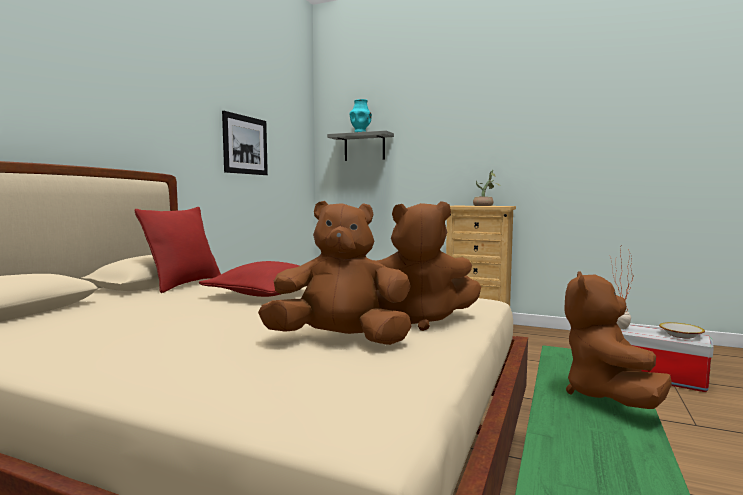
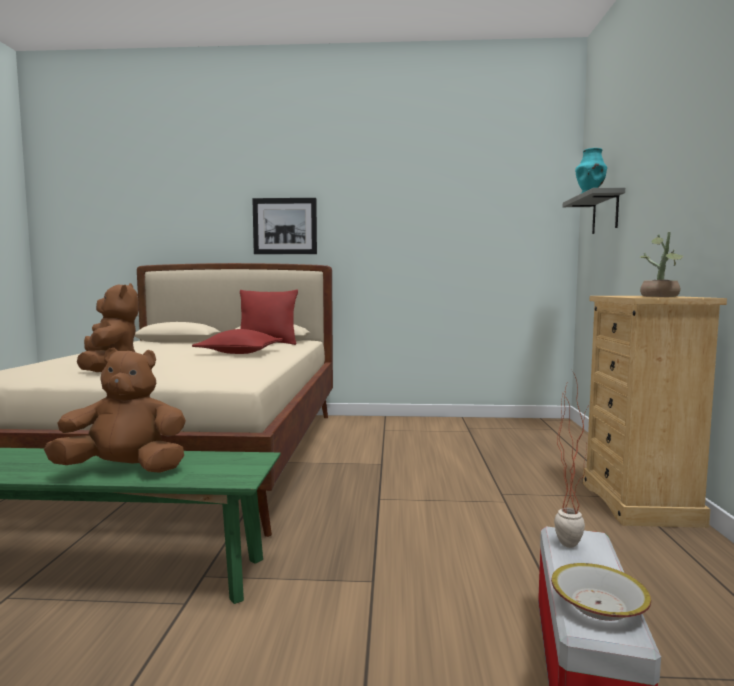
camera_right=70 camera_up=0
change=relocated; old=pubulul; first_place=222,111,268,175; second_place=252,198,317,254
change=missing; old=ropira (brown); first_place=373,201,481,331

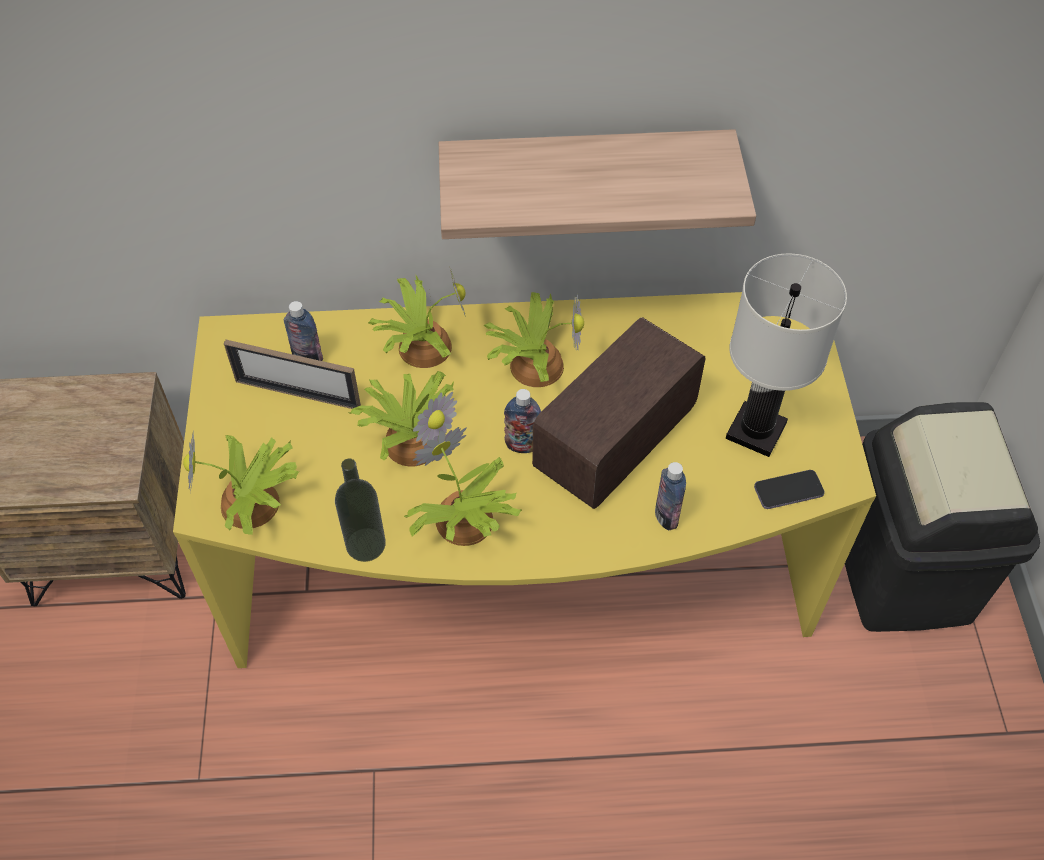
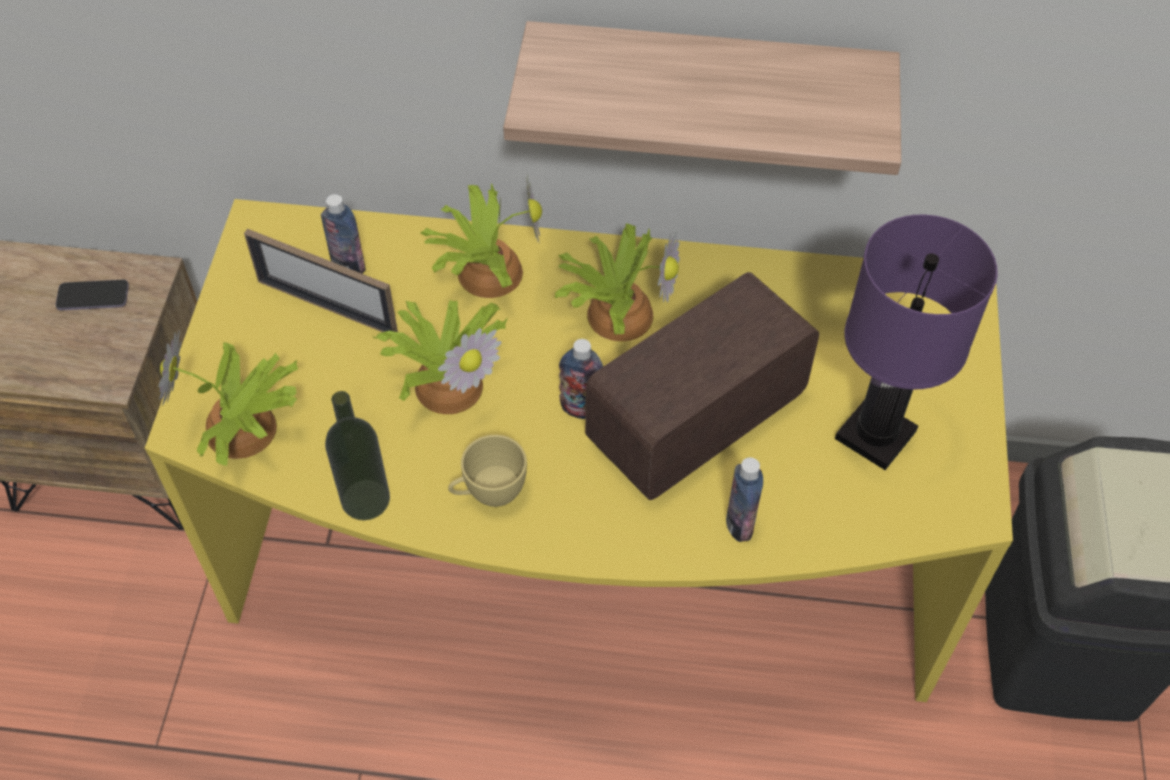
camera_right=10 camera_up=0
change=relocated; old=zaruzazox; first_place=754,470,824,509; second_place=56,280,129,310
change=exchanged; old=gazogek; new=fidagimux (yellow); first_place=404,427,522,546; second_place=448,435,527,507
change=colour; old=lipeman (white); new=lipeman (purple); first_place=726,253,847,457; second_place=835,215,998,470

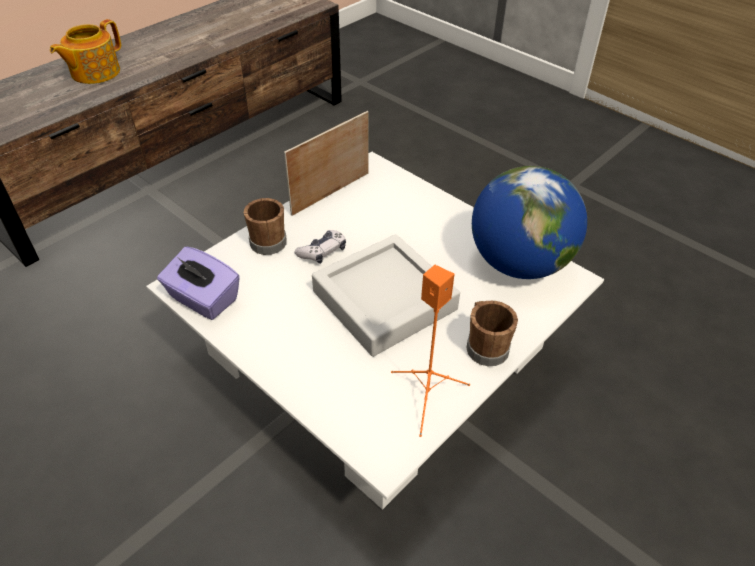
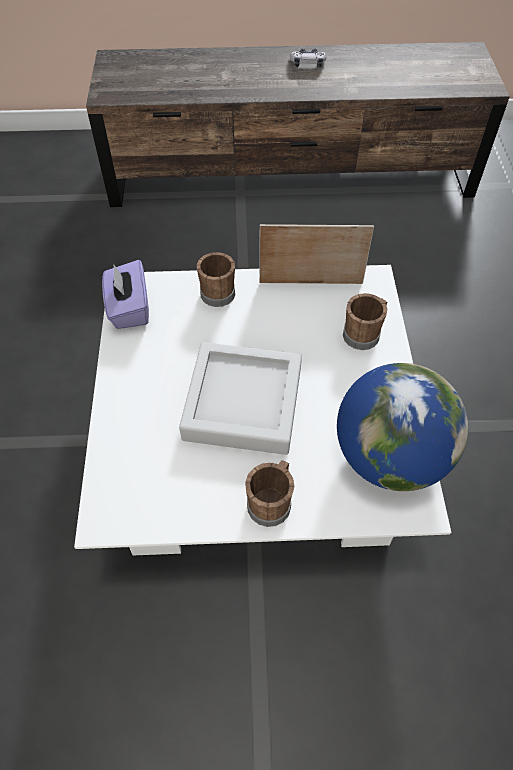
camera_right=45 camera_up=10
change=relocated; old=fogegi; first_place=294,230,346,264; second_place=290,48,327,68
change=appeared; new=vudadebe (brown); second_place=343,293,387,350
change=missing; old=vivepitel; first_place=50,19,121,84
change=missing; old=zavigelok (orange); first_place=391,265,470,437

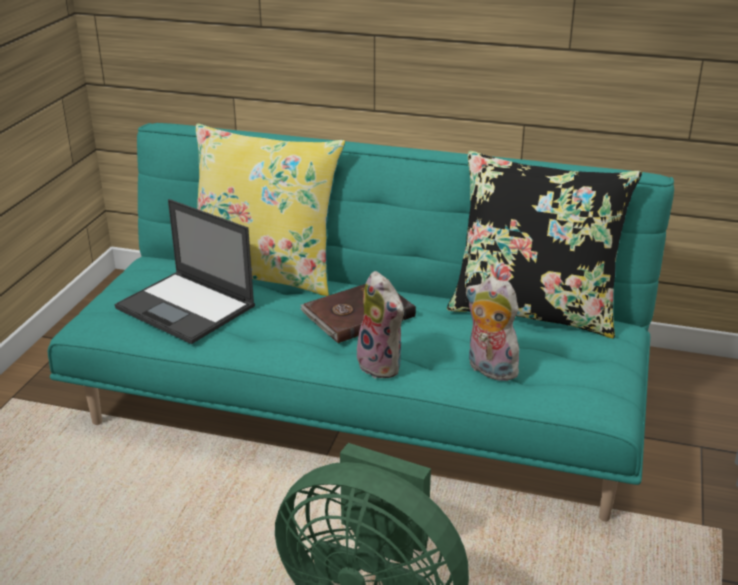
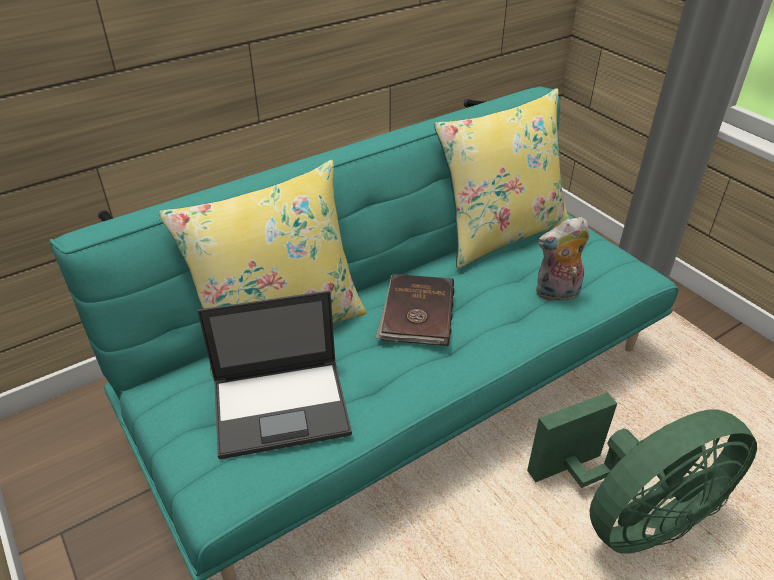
camera_right=-50 camera_up=10
change=colour; old=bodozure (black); new=bodozure (yellow); first_place=447,151,642,338; second_place=434,88,569,268
change=missing; old=ropira; first_place=356,271,404,379

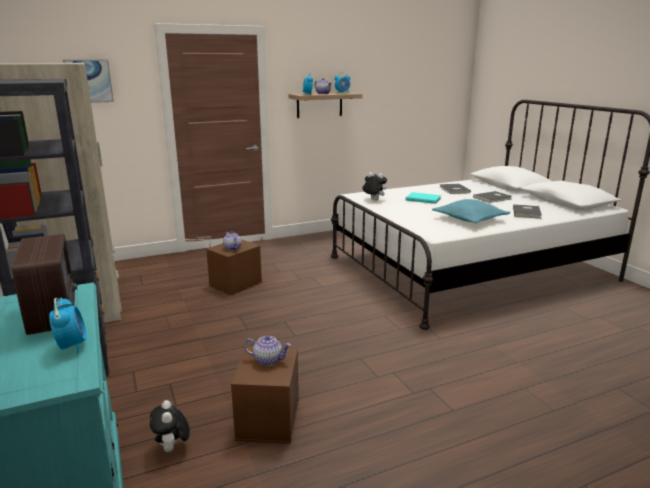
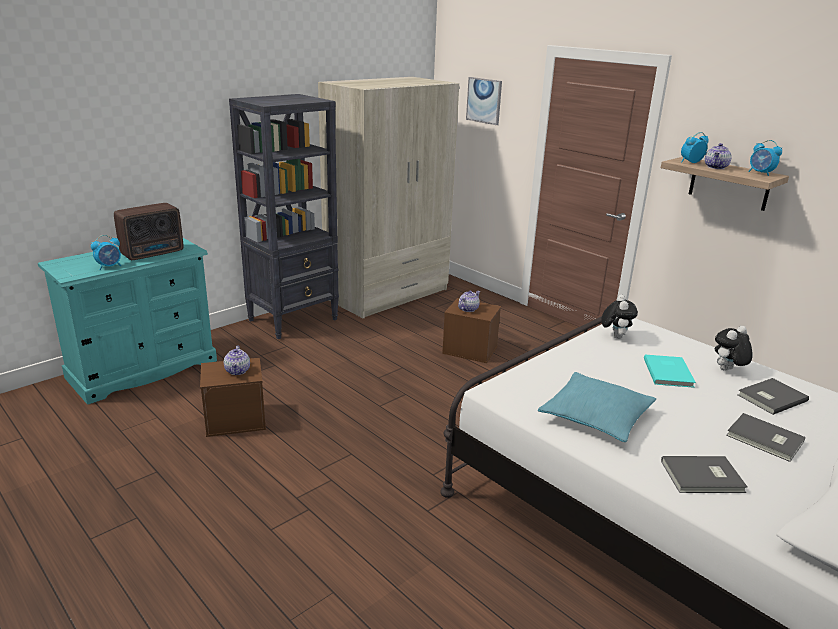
camera_right=70 camera_up=5
change=relocated; old=ropira; first_place=150,400,190,452; second_place=715,326,753,371

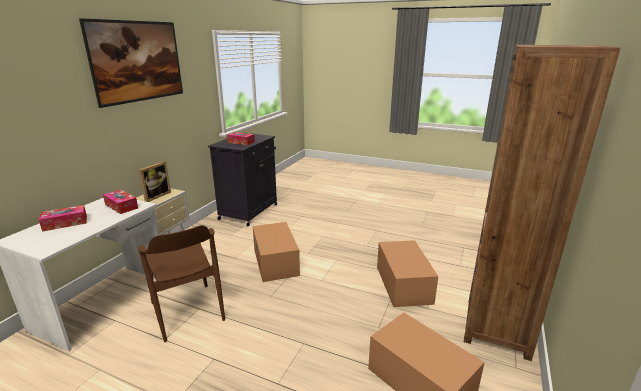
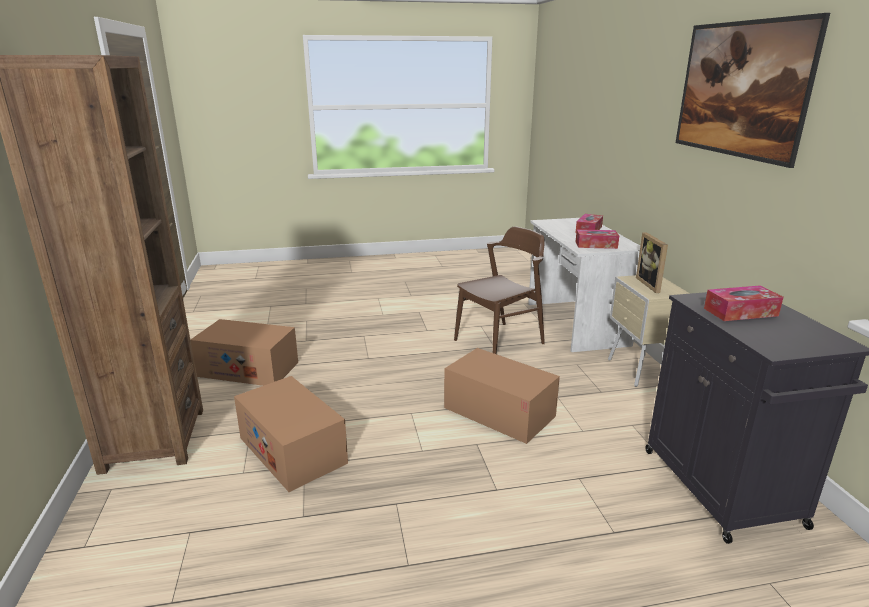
camera_right=145 camera_up=0
change=spun; old=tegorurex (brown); first_place=138,225,225,342; second_place=454,226,545,354; degrees=120

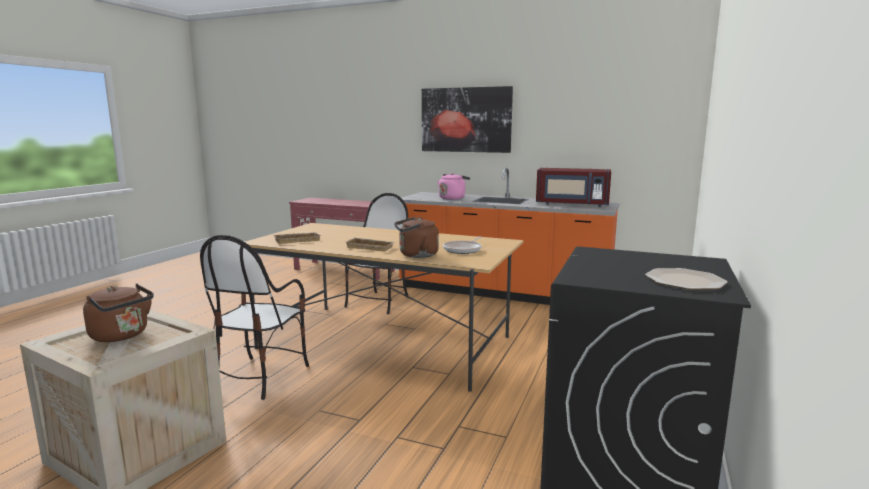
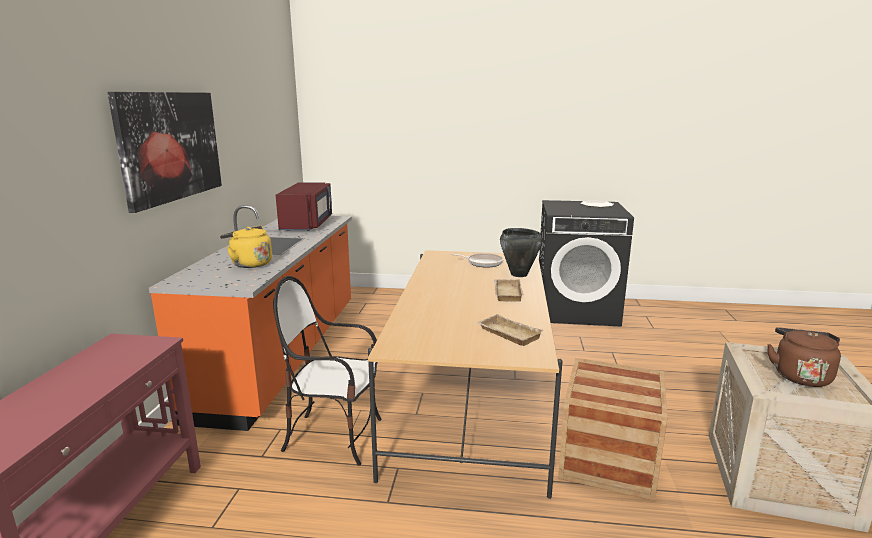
camera_right=-105 camera_up=5
change=colour; old=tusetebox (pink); new=tusetebox (yellow); first_place=438,173,470,200; second_place=220,226,272,268
change=exchanged; old=tusetebox (brown); new=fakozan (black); first_place=394,217,439,258; second_place=500,228,542,277
change=exchanged; old=tegorurex; new=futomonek; first_place=200,235,309,400; second_place=558,358,668,501

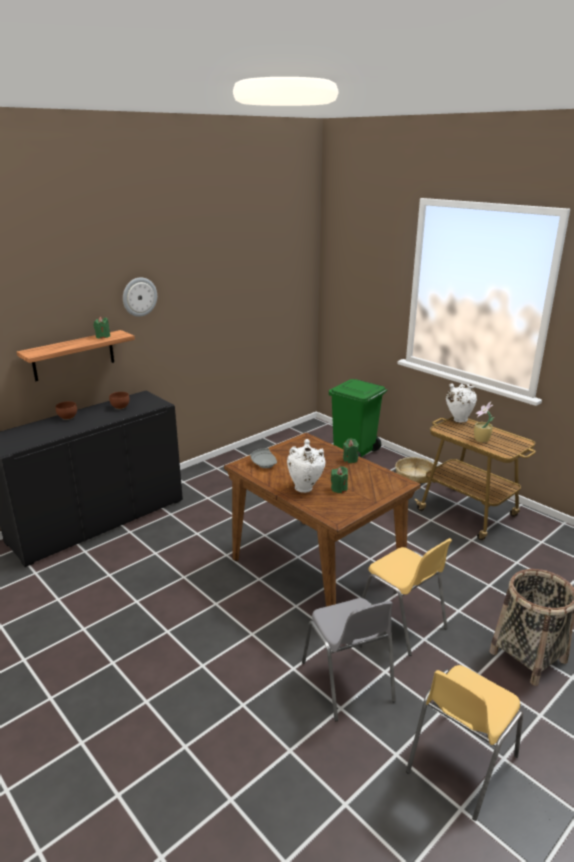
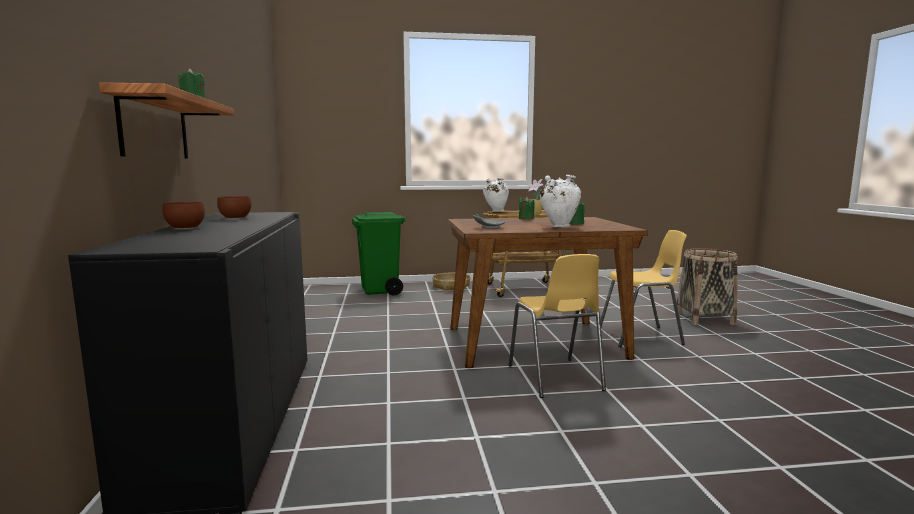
camera_right=-55 camera_up=-15
change=relocated; old=tegorurex (yellow); first_place=406,665,523,821; second_place=509,254,606,398
change=missing; old=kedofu; first_place=123,277,157,317
change=missing; old=tegorurex (grey); first_place=302,598,396,721

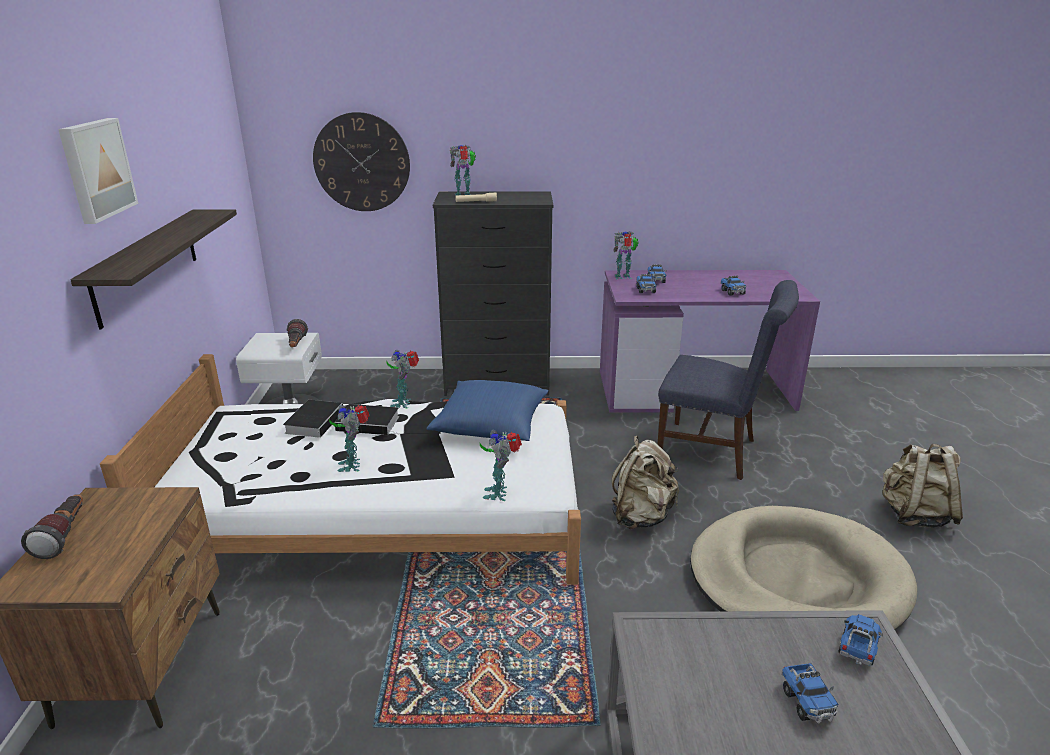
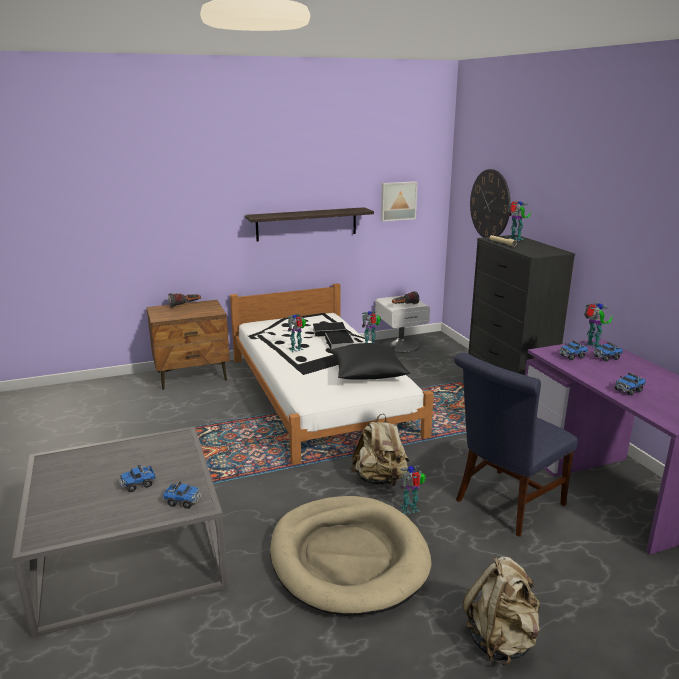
camera_right=70 camera_up=-5
change=colour; old=bodozure (blue); new=bodozure (black); first_place=426,380,549,441; second_place=329,343,410,380
change=relocated; old=pubulul; first_place=58,118,138,224; second_place=381,181,418,222
change=relocated; old=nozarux; first_place=480,430,522,501; second_place=400,465,426,515
change=spun; old=tegorurex (blue); first_place=657,280,799,480; second_place=454,353,578,537; degrees=45

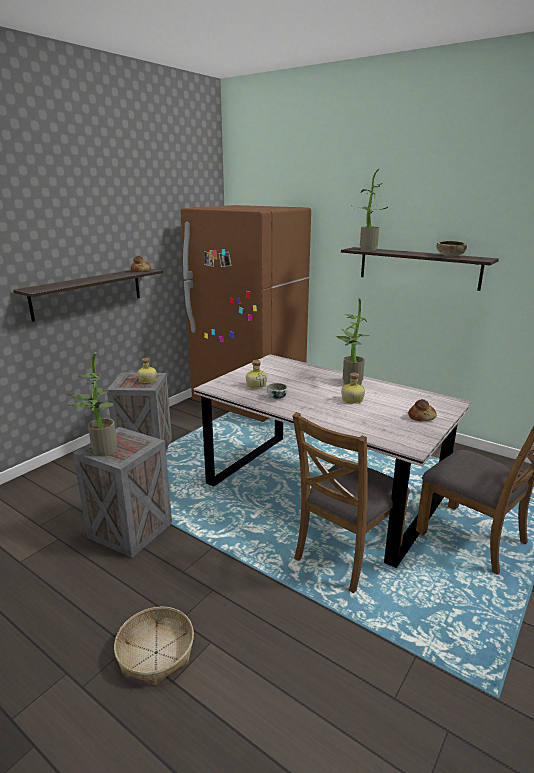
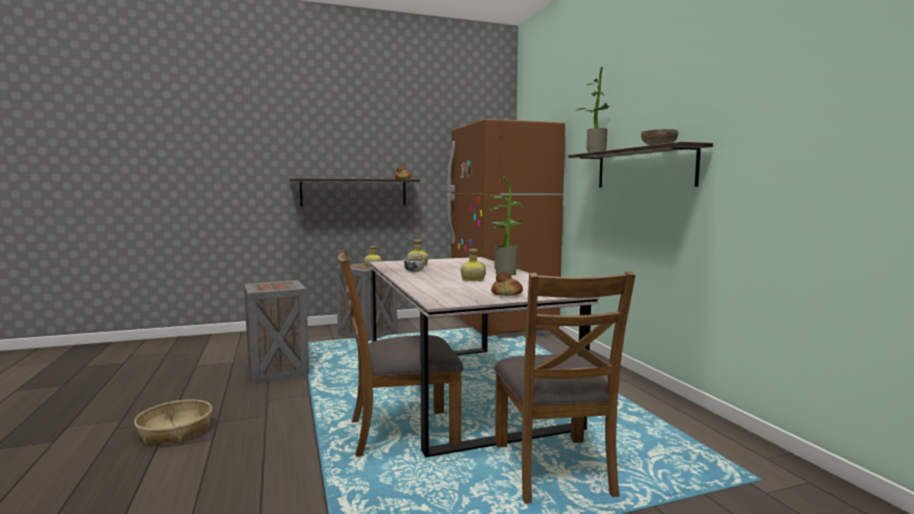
camera_right=35 camera_up=-15
change=missing; old=gazogek; first_place=67,352,117,456

